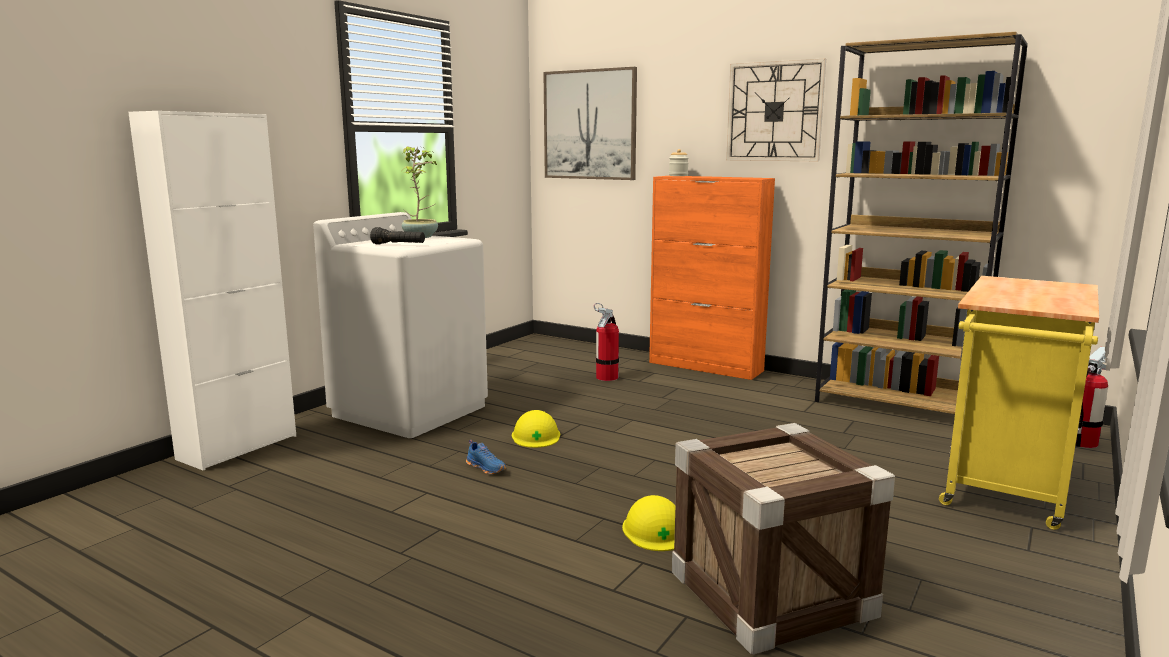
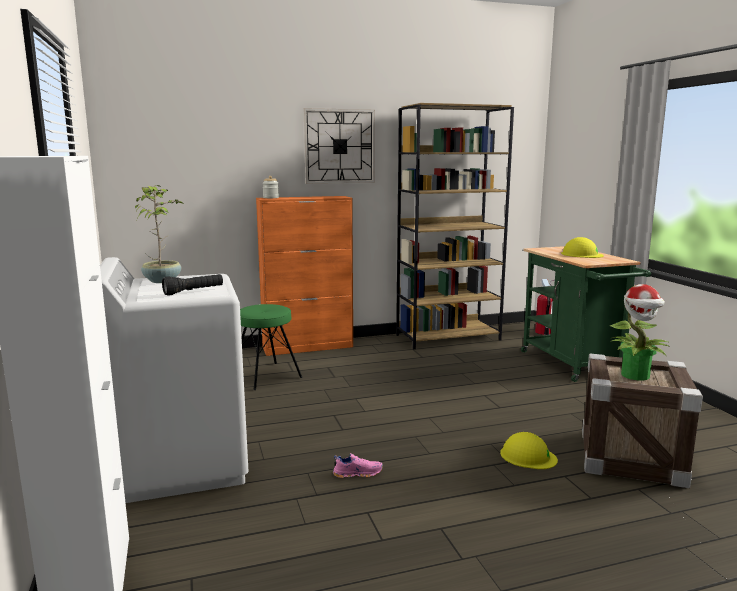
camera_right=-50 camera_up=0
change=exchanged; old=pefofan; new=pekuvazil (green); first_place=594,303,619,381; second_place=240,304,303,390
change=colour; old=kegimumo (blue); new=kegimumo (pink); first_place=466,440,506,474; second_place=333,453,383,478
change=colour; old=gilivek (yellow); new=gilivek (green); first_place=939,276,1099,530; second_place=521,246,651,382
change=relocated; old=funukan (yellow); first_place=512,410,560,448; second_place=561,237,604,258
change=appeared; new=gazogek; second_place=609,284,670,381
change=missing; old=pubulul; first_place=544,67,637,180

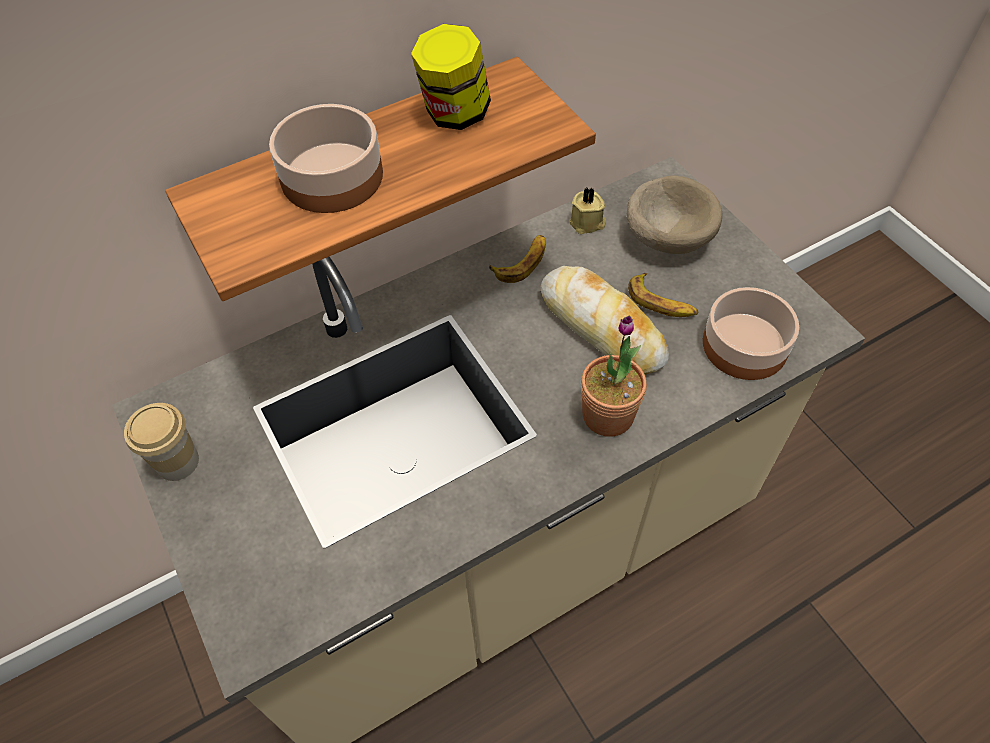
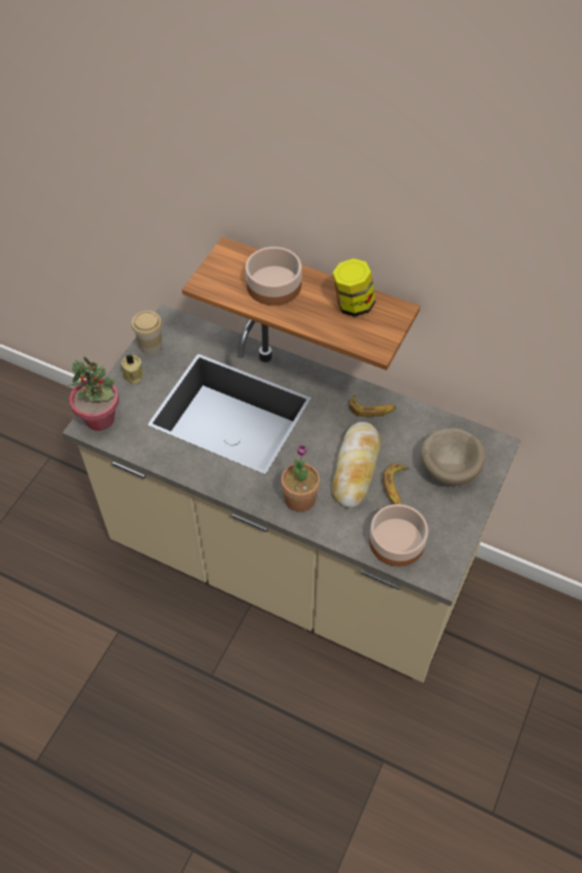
camera_right=55 camera_up=0
change=appeared; new=gazogek; second_place=67,356,119,431
change=relocated; old=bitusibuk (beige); first_place=569,187,606,234; second_place=121,355,144,384

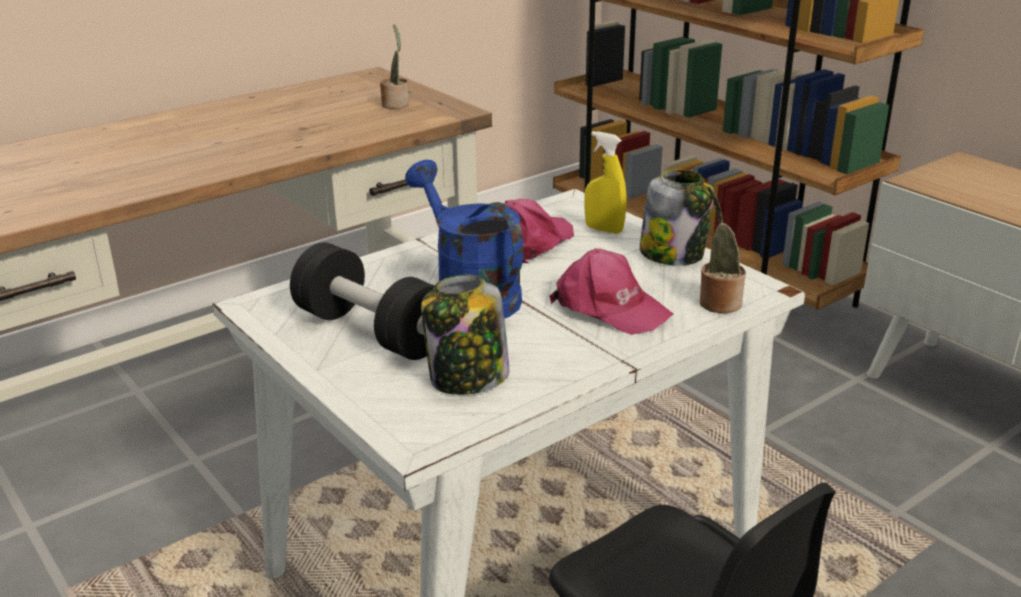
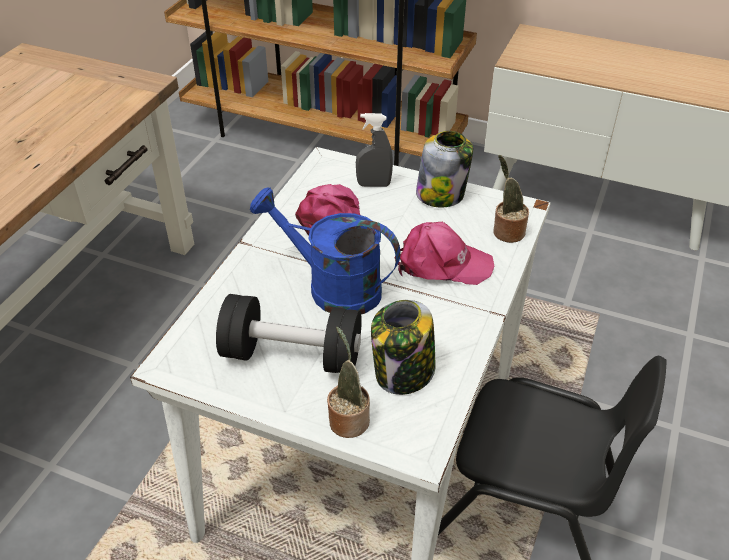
camera_right=-30 camera_up=15
change=relocated; old=gazogek; first_place=380,25,409,109; second_place=327,327,370,438
change=colour; old=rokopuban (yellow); new=rokopuban (grey); first_place=584,131,627,234; second_place=356,113,393,187

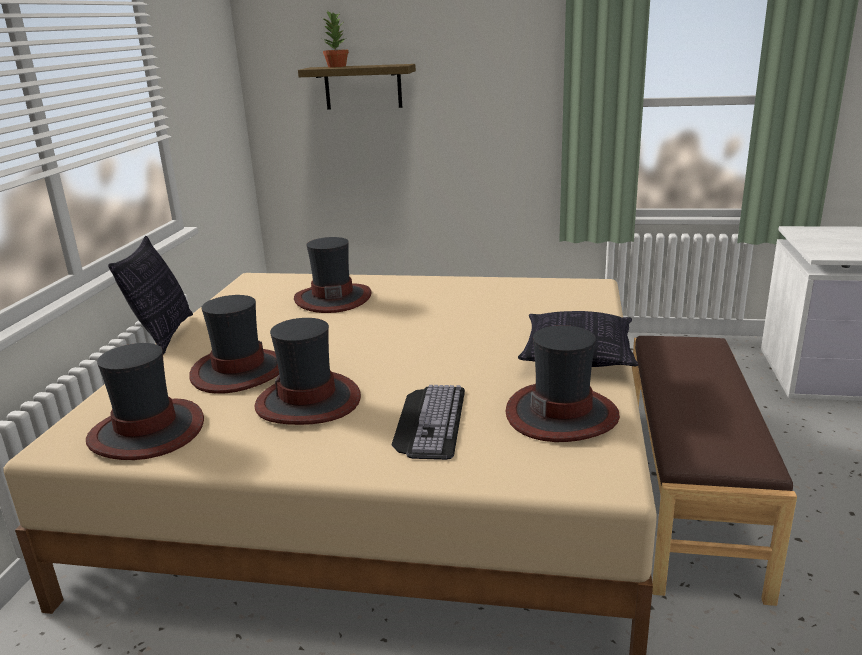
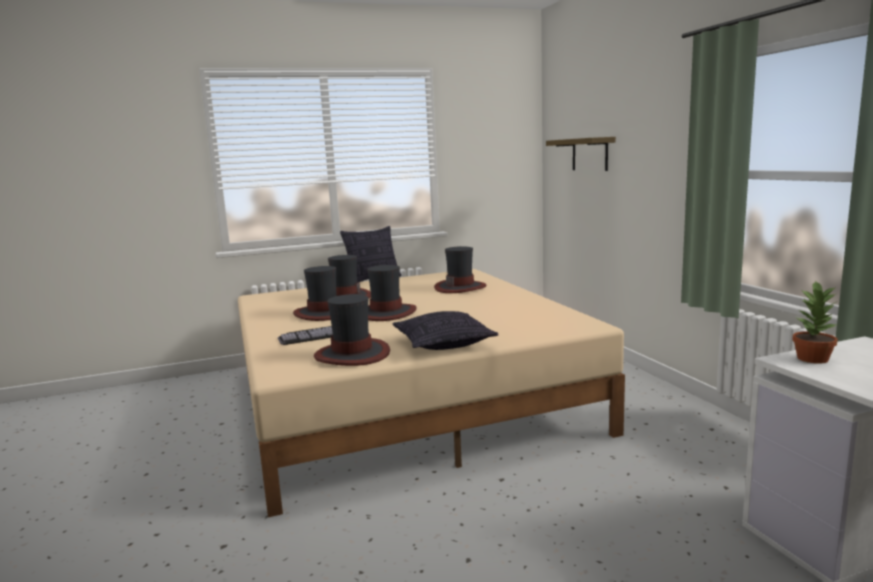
camera_right=60 camera_up=-10
change=relocated; old=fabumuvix; first_place=86,343,204,460; second_place=367,265,417,321
change=relocated; old=gazogek; first_place=322,11,349,68; second_place=792,281,838,364
change=missing; old=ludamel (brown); first_place=632,336,797,606

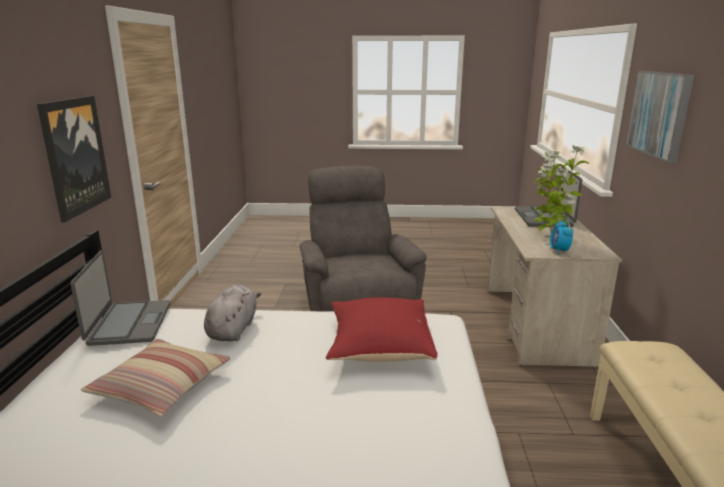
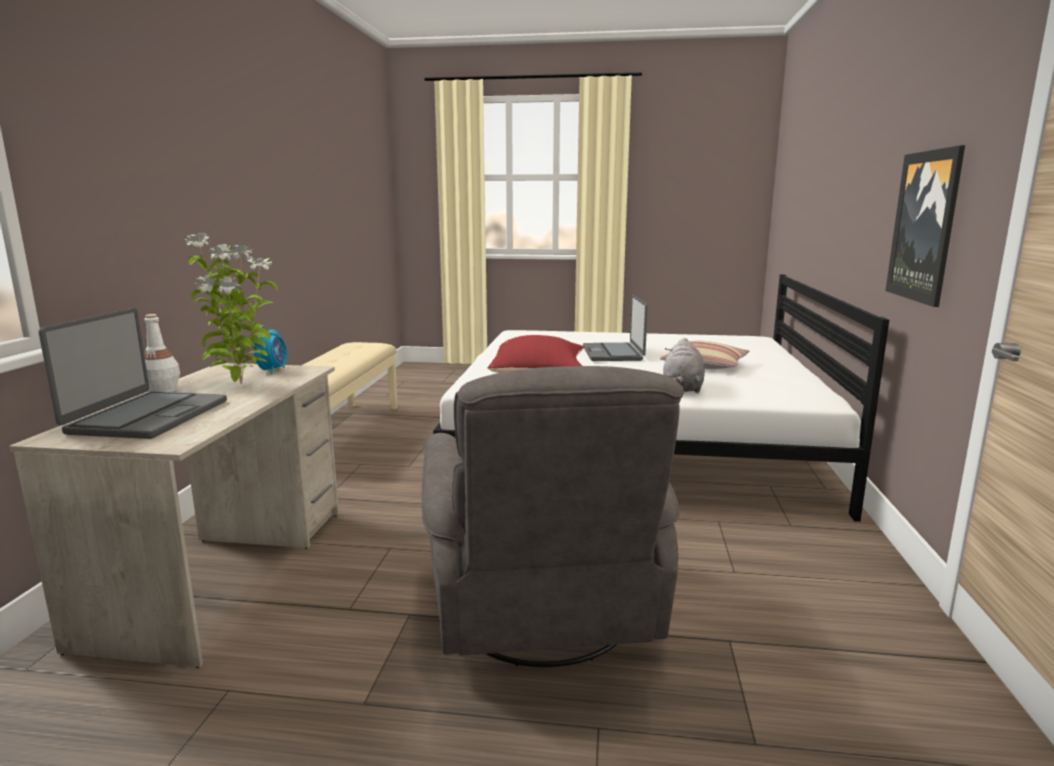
camera_right=-175 camera_up=-5
change=appeared; new=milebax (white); second_place=144,314,180,392
change=relocated; old=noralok; first_place=70,250,171,346; second_place=583,295,648,361
change=missing; old=pubulul; first_place=625,71,694,163

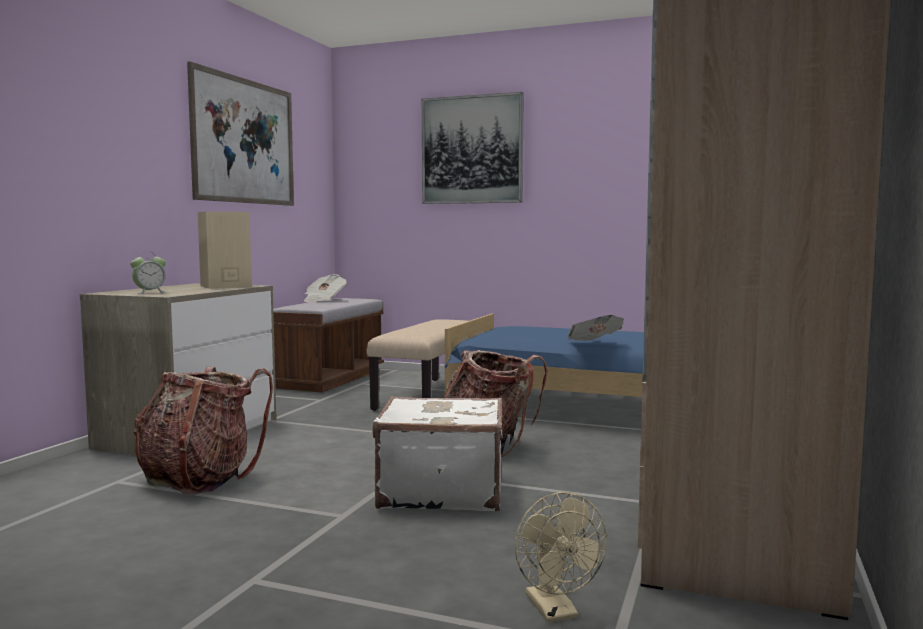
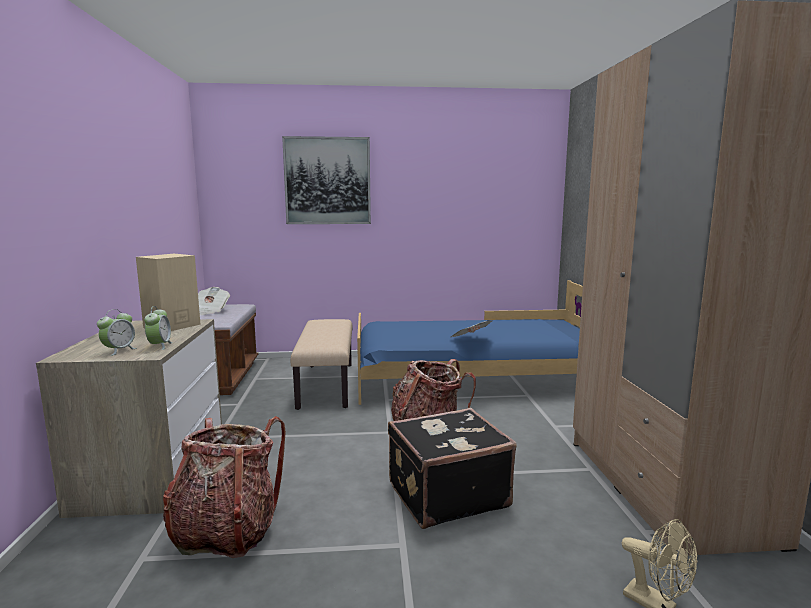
camera_right=-25 camera_up=5
change=appeared; new=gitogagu; second_place=144,306,173,350
change=colour; old=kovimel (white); new=kovimel (black); first_place=372,396,503,511; second_place=388,408,517,529
change=missing; old=pubulul; first_place=187,61,294,206

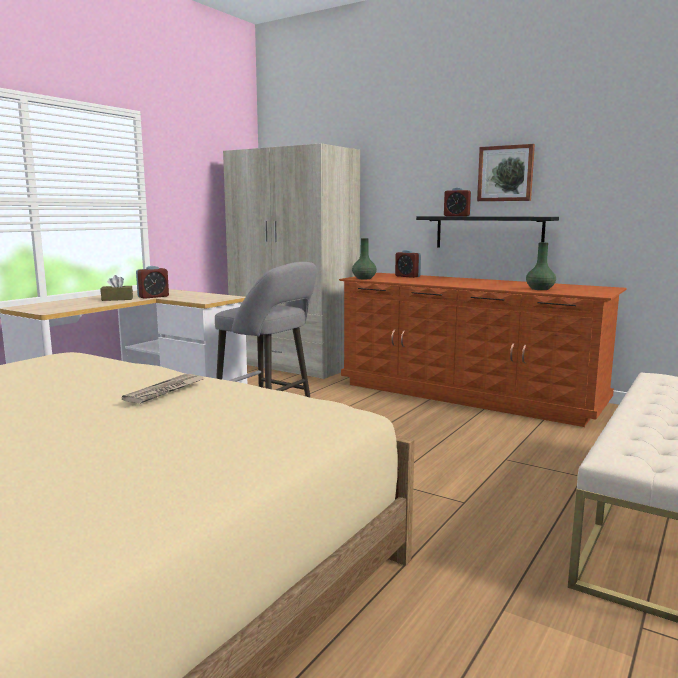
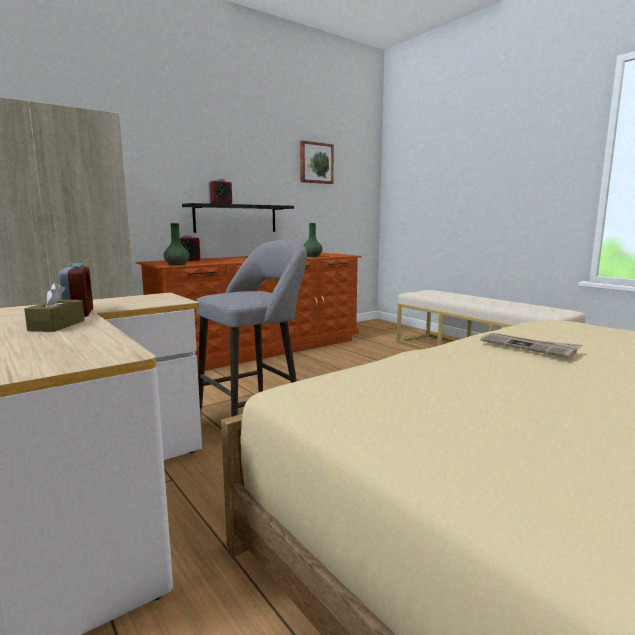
camera_right=-70 camera_up=0
change=relocated; old=pubulul; first_place=477,144,535,201; second_place=300,140,334,184

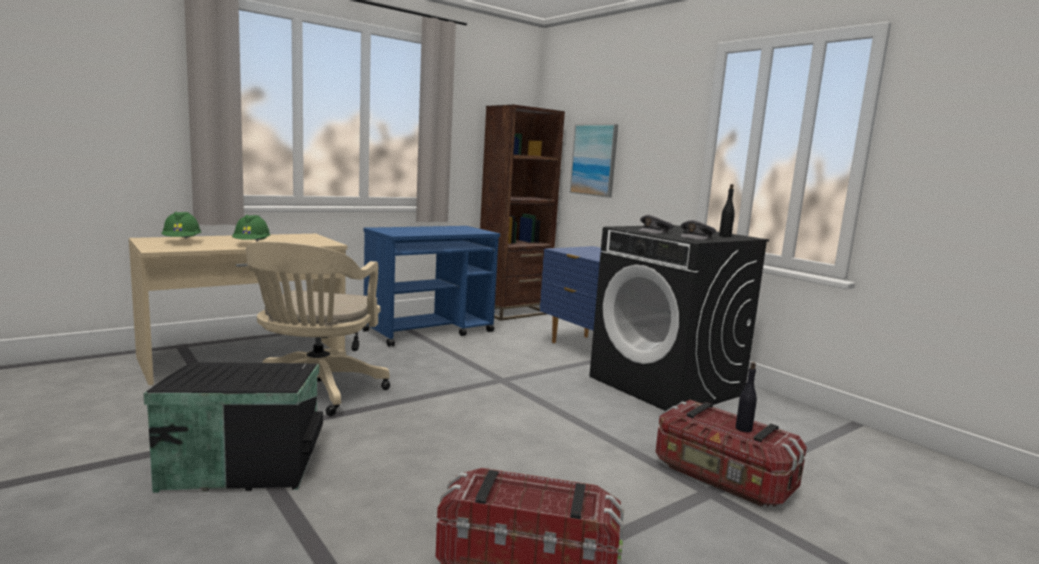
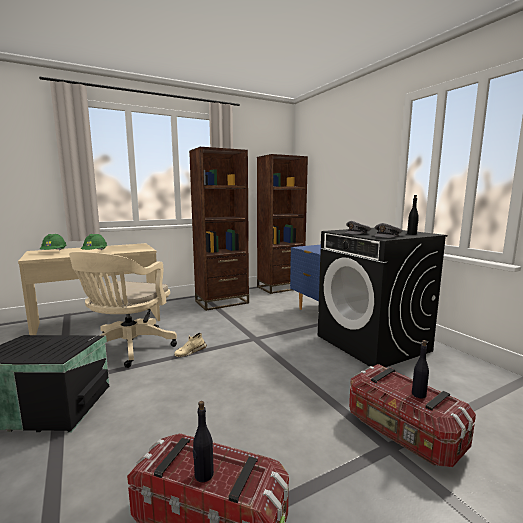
camera_right=10 camera_up=0
change=appeared; new=kegimumo (beige); second_place=174,333,207,357
change=exchanged; old=gilivek (blue); new=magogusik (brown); first_place=362,226,500,347; second_place=189,147,249,311
change=appeared; new=milebax (black); second_place=193,401,214,482
change=missing; old=pubulul; first_place=570,124,618,198

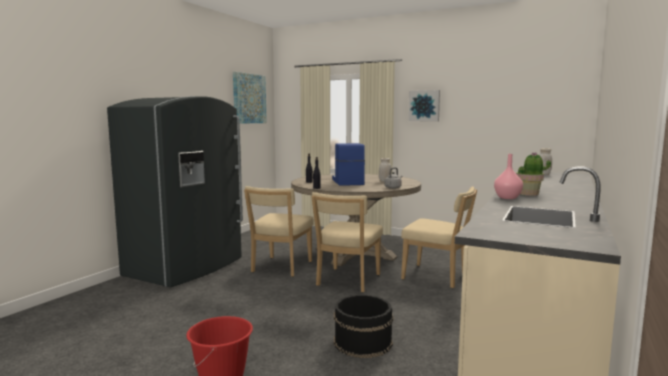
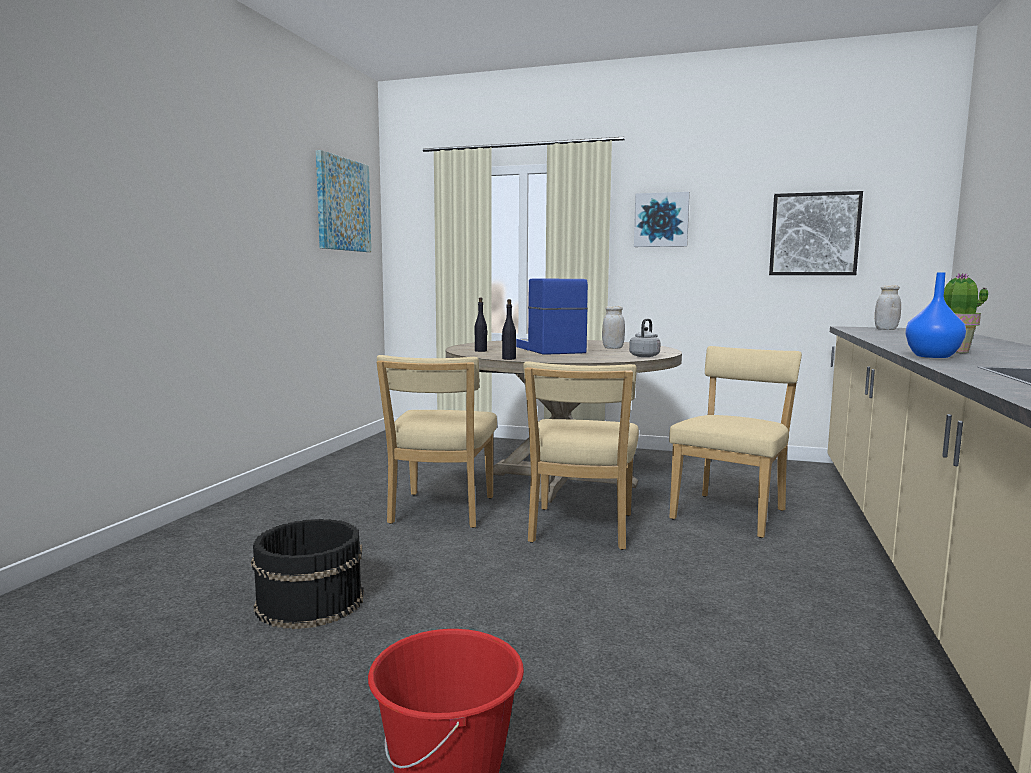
camera_right=-10 camera_up=0
change=relocated; old=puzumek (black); first_place=334,295,394,358; second_place=251,519,364,629
change=spun; old=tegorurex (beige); first_place=401,186,477,288; second_place=669,346,802,538; degrees=-75
change=appeared; new=pubulul; second_place=769,191,863,275
change=colour; old=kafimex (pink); new=kafimex (blue); first_place=494,154,523,199; second_place=905,272,966,358
change=missing; old=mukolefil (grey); first_place=107,96,243,287

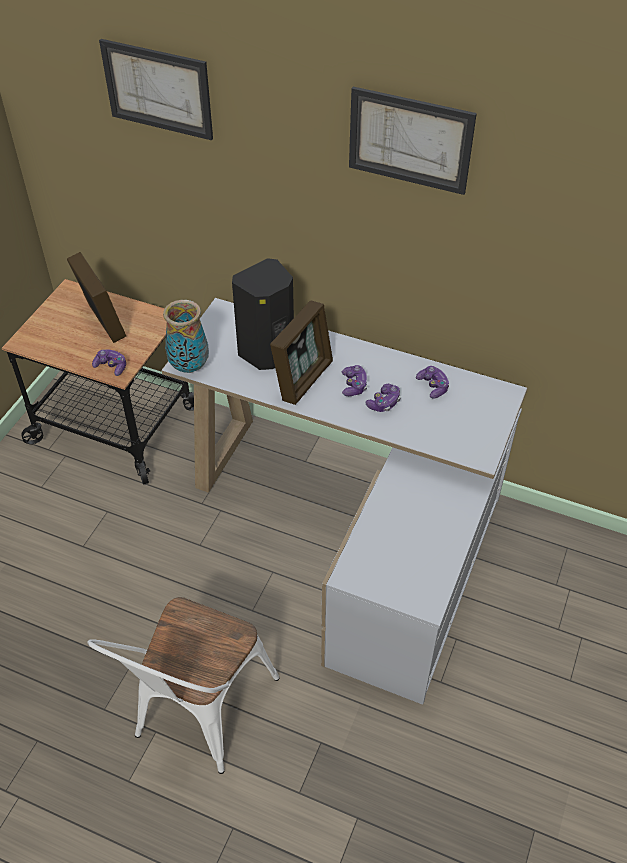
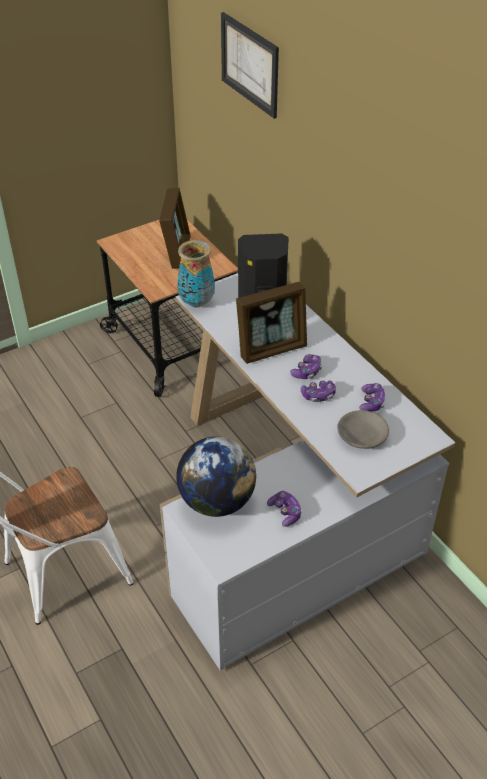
camera_right=35 camera_up=-5
change=appeared; new=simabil; second_place=176,436,256,517
change=relocated; old=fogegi; first_place=92,349,126,376; second_place=267,491,302,527
change=appeared; new=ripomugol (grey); second_place=337,410,389,449
change=missing; old=pubulul; first_place=349,87,477,195

